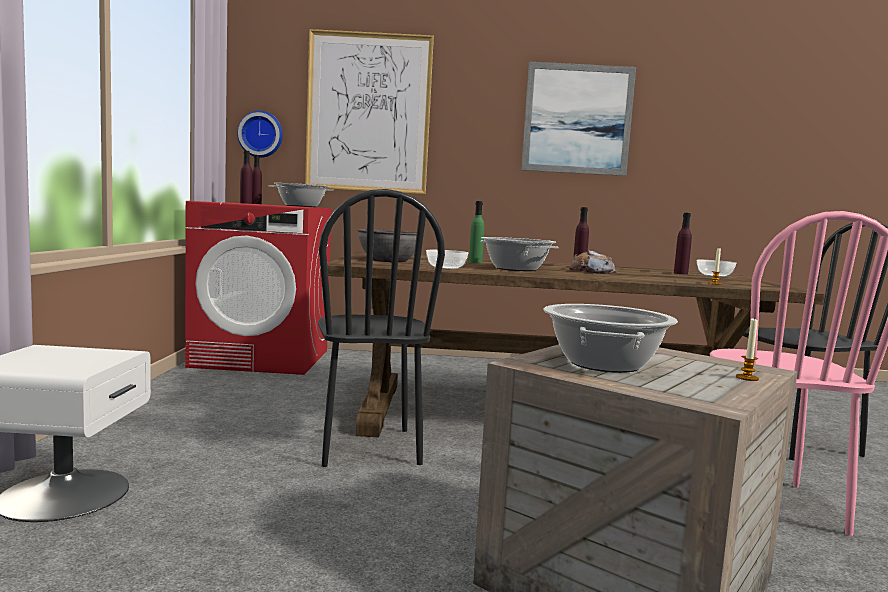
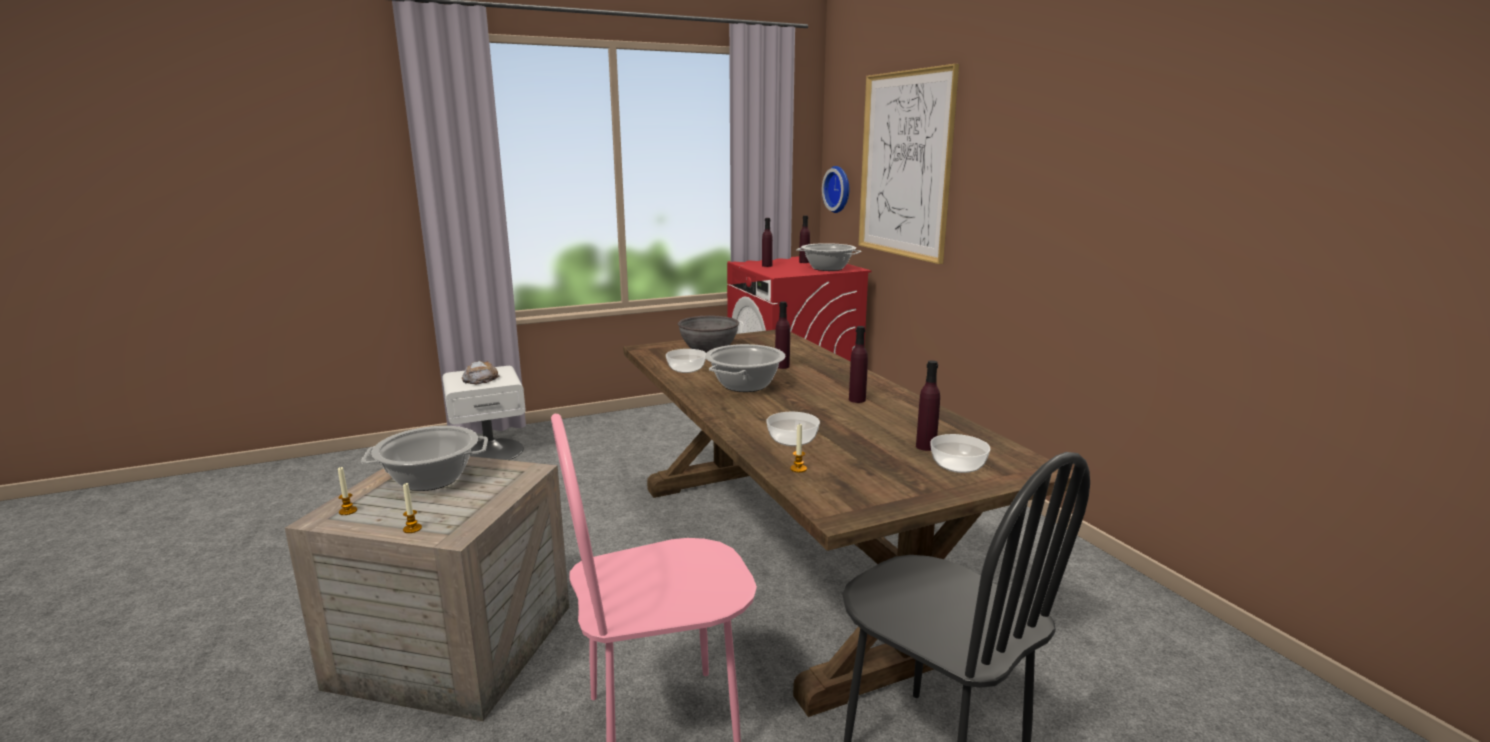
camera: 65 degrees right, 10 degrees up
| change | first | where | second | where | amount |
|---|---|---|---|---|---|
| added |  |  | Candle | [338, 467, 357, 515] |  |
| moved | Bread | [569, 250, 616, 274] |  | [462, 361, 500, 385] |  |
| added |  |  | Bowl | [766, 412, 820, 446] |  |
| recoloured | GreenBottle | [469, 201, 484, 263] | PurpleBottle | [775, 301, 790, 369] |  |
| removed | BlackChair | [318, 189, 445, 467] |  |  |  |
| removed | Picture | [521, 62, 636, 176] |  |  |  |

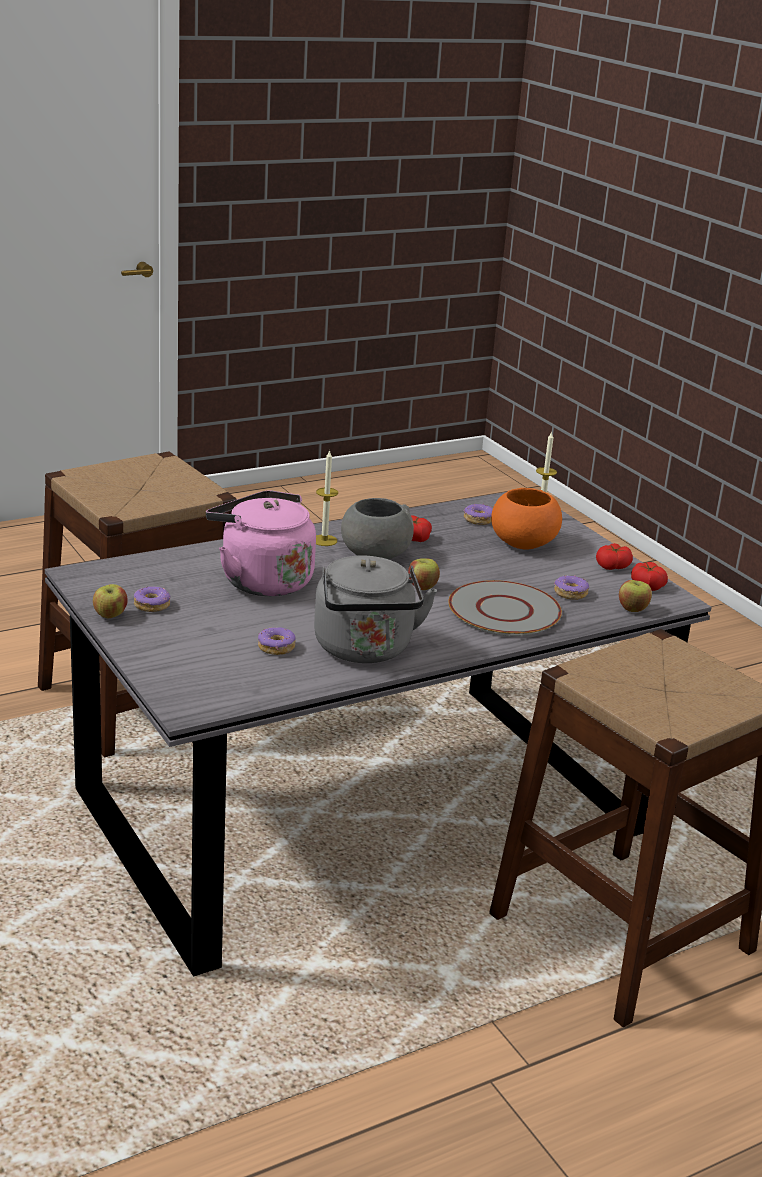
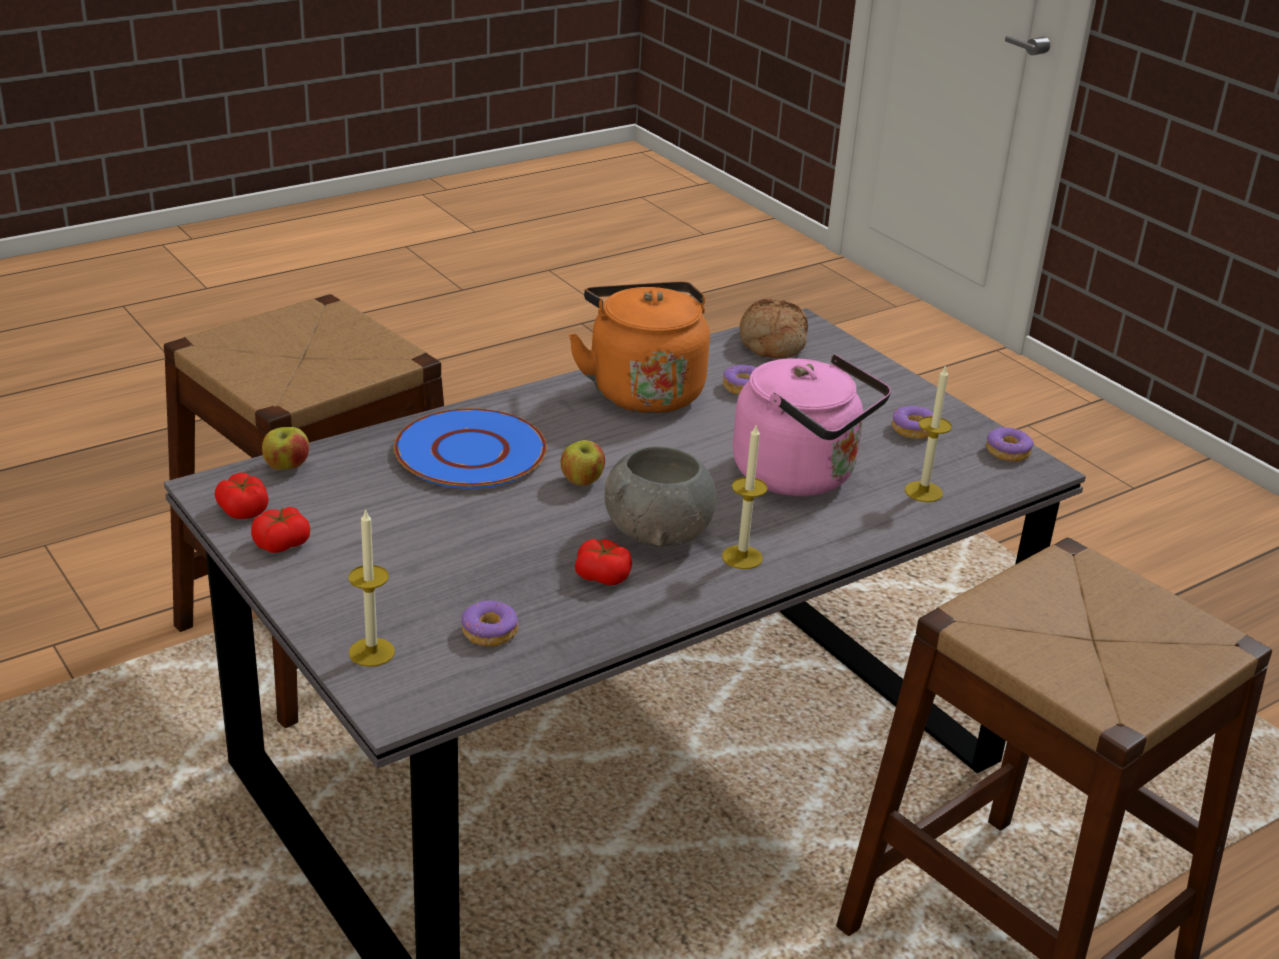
camera: 175 degrees right, 5 degrees up
| change | first | where | second | where | amount |
|---|---|---|---|---|---|
| recoloured | GreyPlate | [448, 580, 562, 636] | BluePlate | [394, 408, 547, 489] |  |
| recoloured | GreyKettle | [314, 555, 437, 663] | OrangeKettle | [568, 281, 710, 413] |  |
| added |  |  | Bread | [740, 298, 808, 358] |  |
| added |  |  | Candle | [905, 365, 952, 502] |  |
| moved | Donut | [554, 575, 589, 600] |  | [986, 427, 1034, 462] |  |
| removed | Apple | [93, 584, 128, 618] |  |  |  |
| removed | OrangeBowl | [491, 488, 562, 549] |  |  |  |

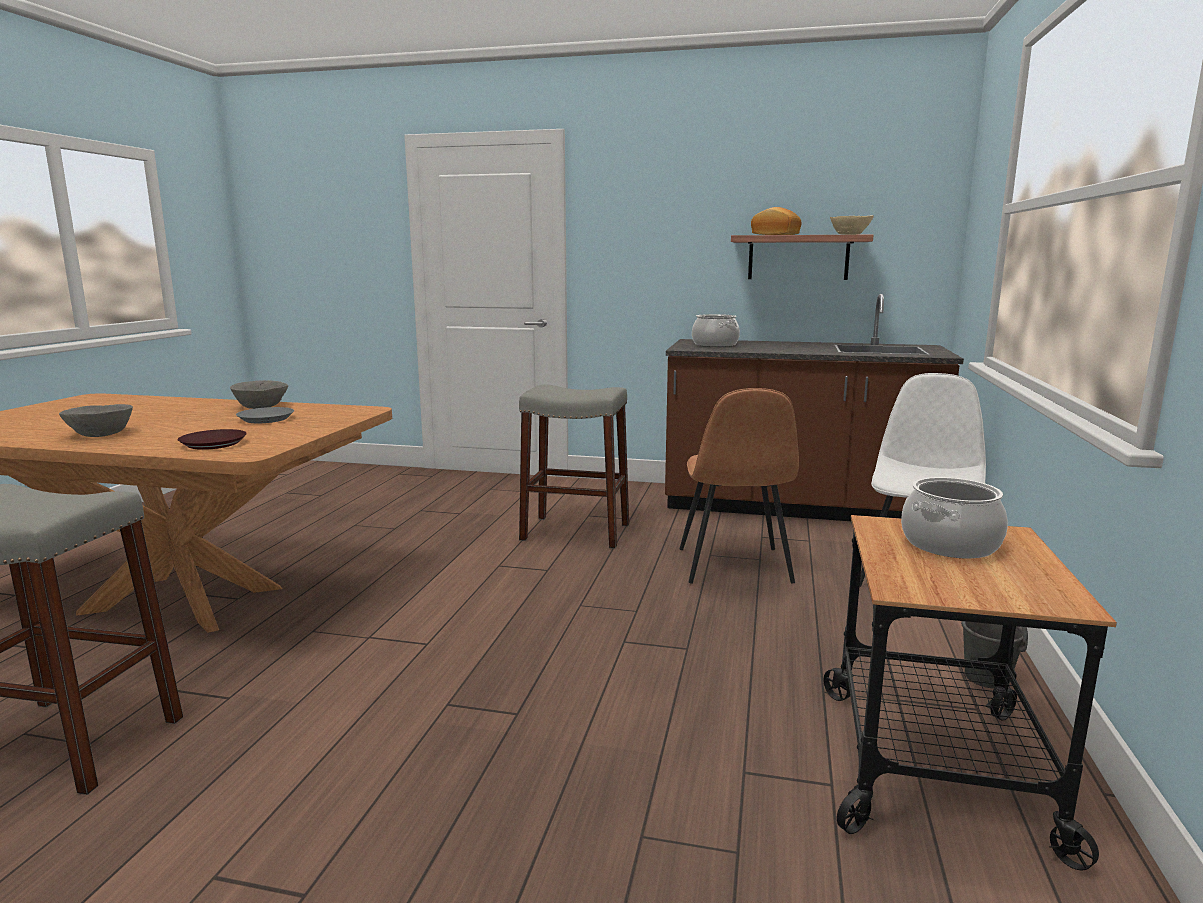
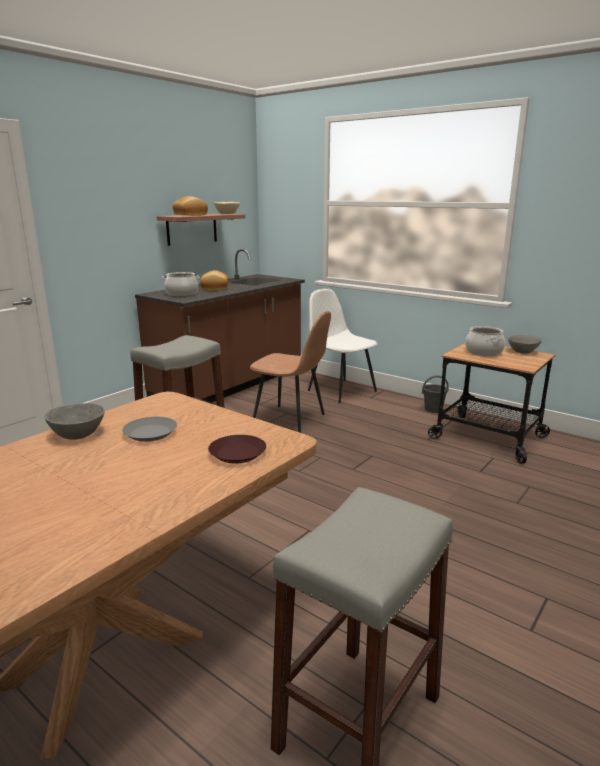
camera: 65 degrees left, 5 degrees up
| change | first | where | second | where | amount |
|---|---|---|---|---|---|
| added |  |  | Bread | [200, 270, 228, 291] |  |
| moved | GreyBowl | [59, 404, 133, 437] |  | [508, 335, 542, 354] |  |

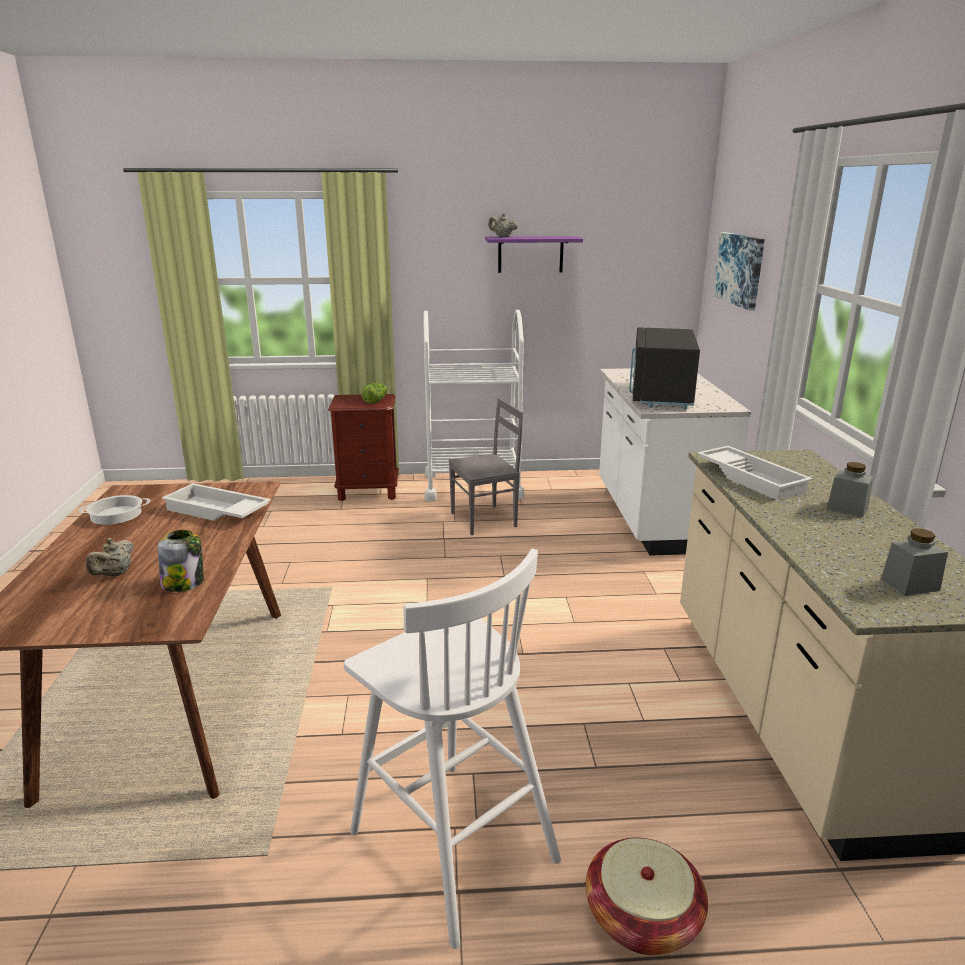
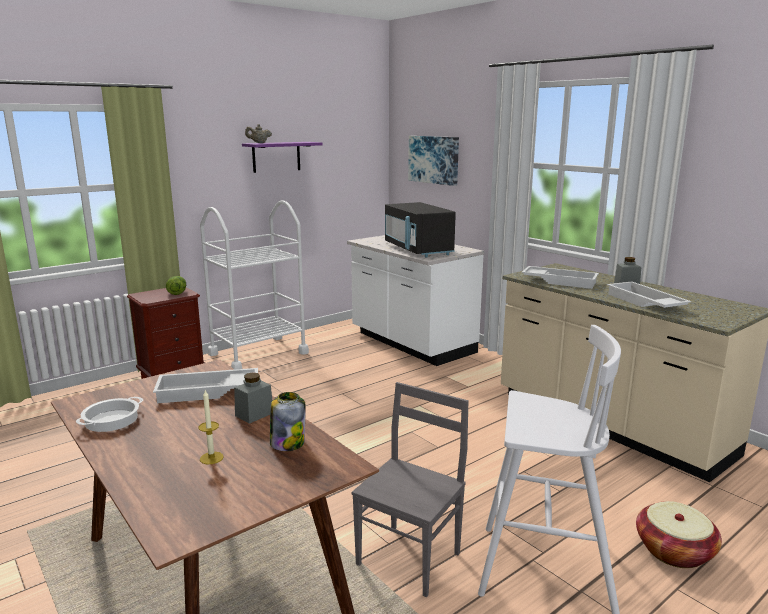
camera: 35 degrees left, 5 degrees down
| change | first | where | second | where | amount |
|---|---|---|---|---|---|
| replaced | BeigeTeapot | [86, 538, 134, 577] | Candle | [198, 390, 224, 464] |  |
| moved | GreyJar | [881, 528, 948, 596] |  | [234, 372, 273, 424] |  |
| moved | GreyChair | [448, 398, 523, 535] |  | [352, 382, 469, 597] |  |
| added |  |  | WhiteTray | [607, 281, 691, 308] |  |

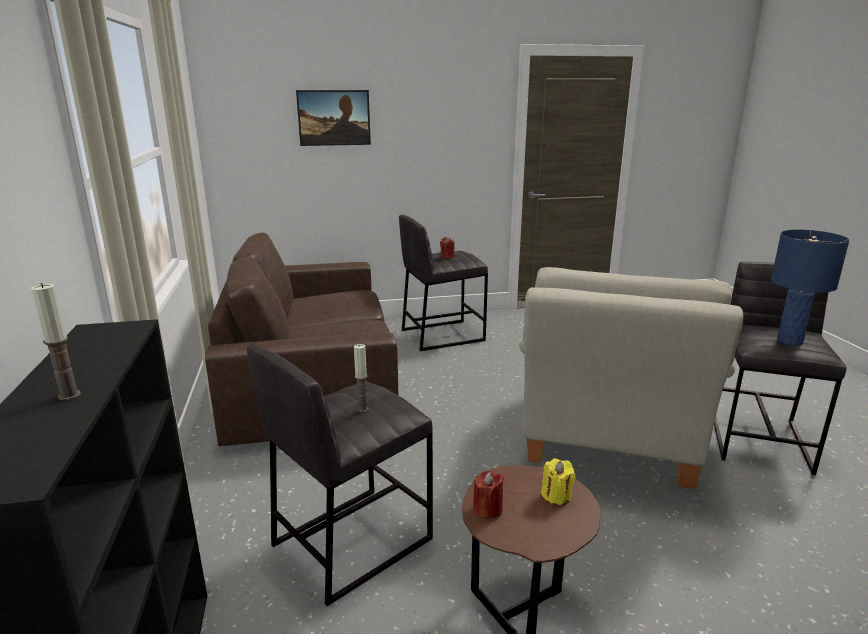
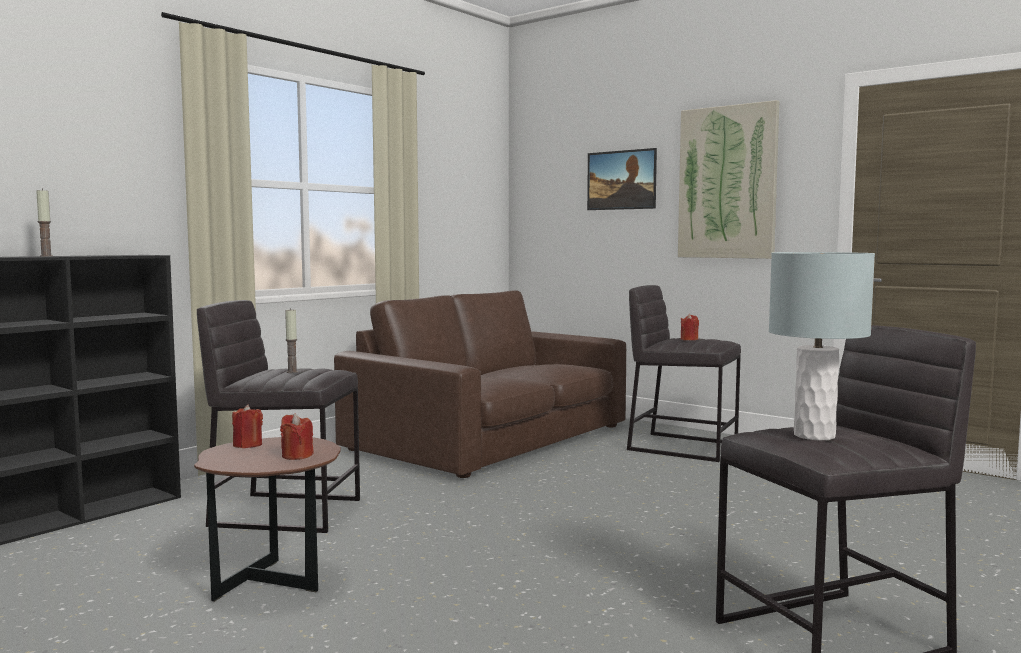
camera: 50 degrees right, 15 degrees down
| change | first | where | second | where | amount |
|---|---|---|---|---|---|
| recoloured | YellowCandle | [541, 458, 575, 505] | RedCandle | [280, 413, 314, 460] |  |
| added |  |  | Picture | [678, 100, 779, 259] |  |
| recoloured | BlueTableLamp | [771, 229, 850, 345] | GreyTableLamp | [769, 252, 875, 440] |  |
| removed | BeigeArmchair | [519, 267, 743, 489] |  |  |  |

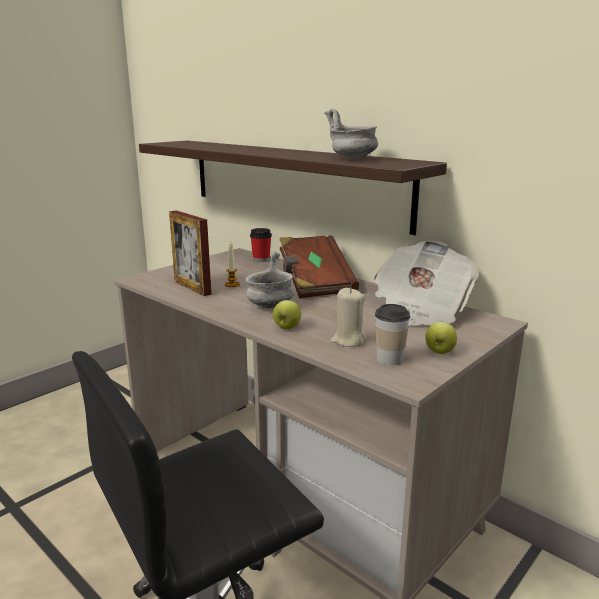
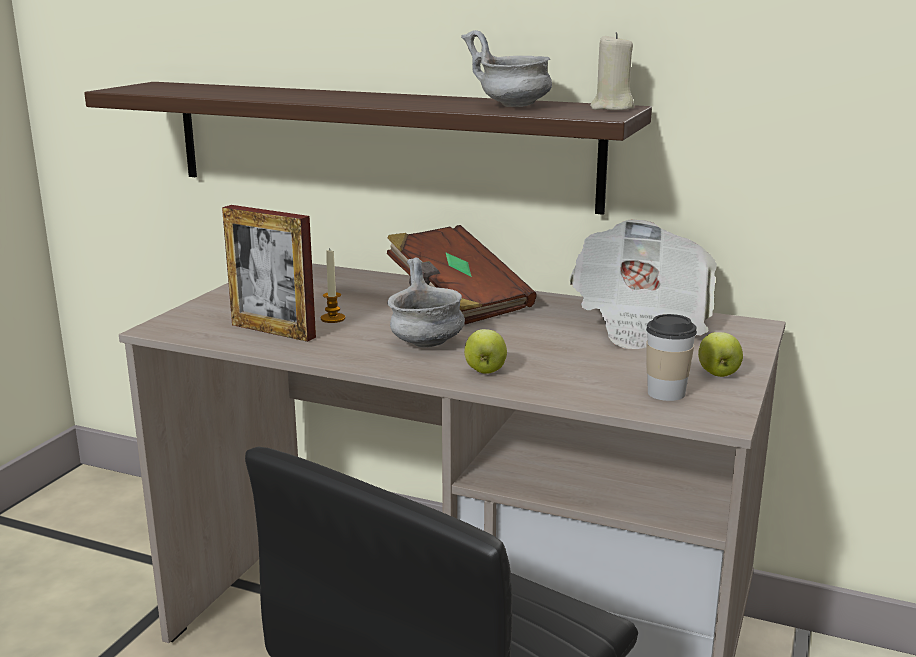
camera: 20 degrees left, 0 degrees up
| change | first | where | second | where | amount |
|---|---|---|---|---|---|
| moved | BeigeCandle | [331, 288, 366, 347] |  | [590, 32, 634, 110] |  |
| removed | Cup | [250, 228, 272, 262] |  |  |  |

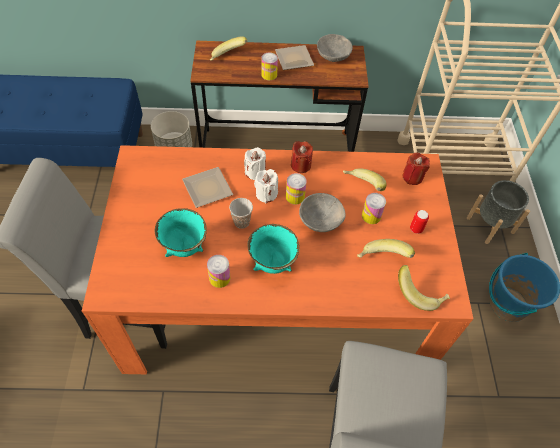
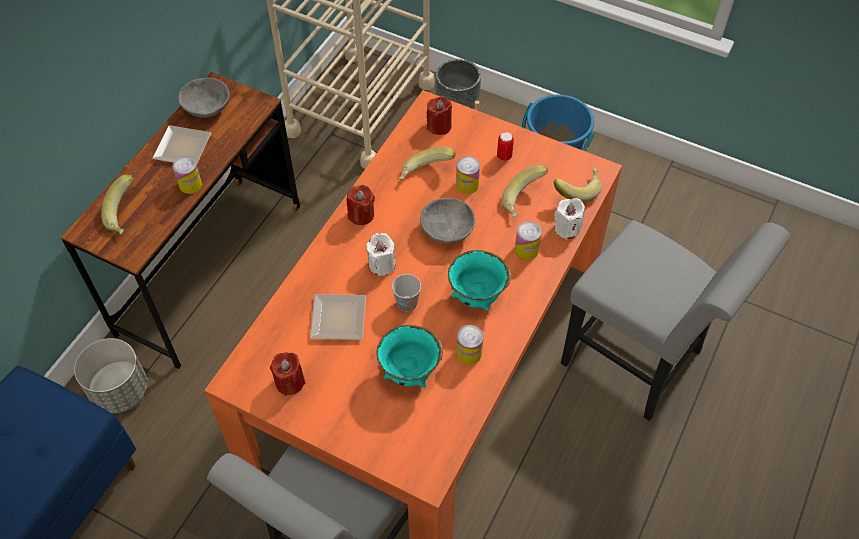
camera: 60 degrees left, 0 degrees up
| change | first | where | second | where | amount |
|---|---|---|---|---|---|
| added |  |  | RedCandle | [270, 352, 306, 396] |  |
| moved | Can | [286, 173, 307, 205] |  | [515, 221, 542, 260] |  |
| moved | WhiteCandle | [244, 147, 266, 180] |  | [554, 198, 585, 240] |  |

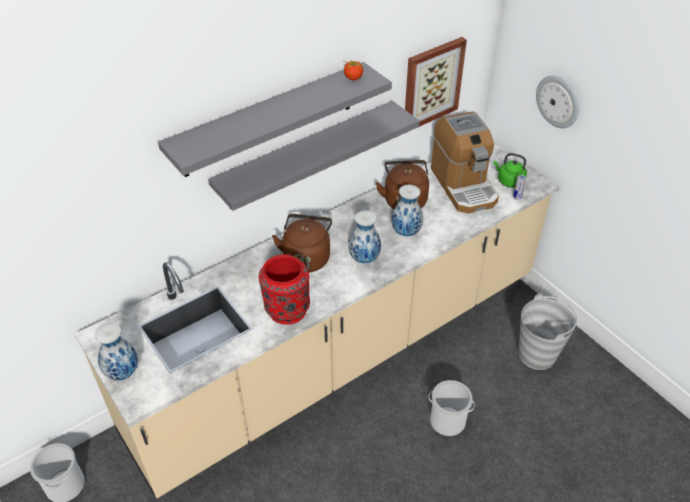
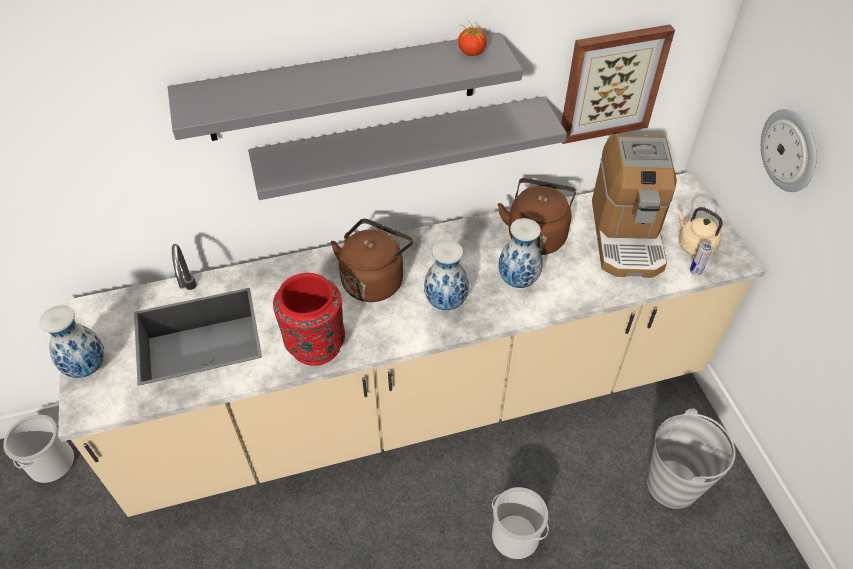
camera: 20 degrees right, 5 degrees up
| change | first | where | second | where | amount |
|---|---|---|---|---|---|
| recoloured | GreenKettle | [493, 153, 527, 188] | BeigeKettle | [677, 207, 723, 256] |  |

